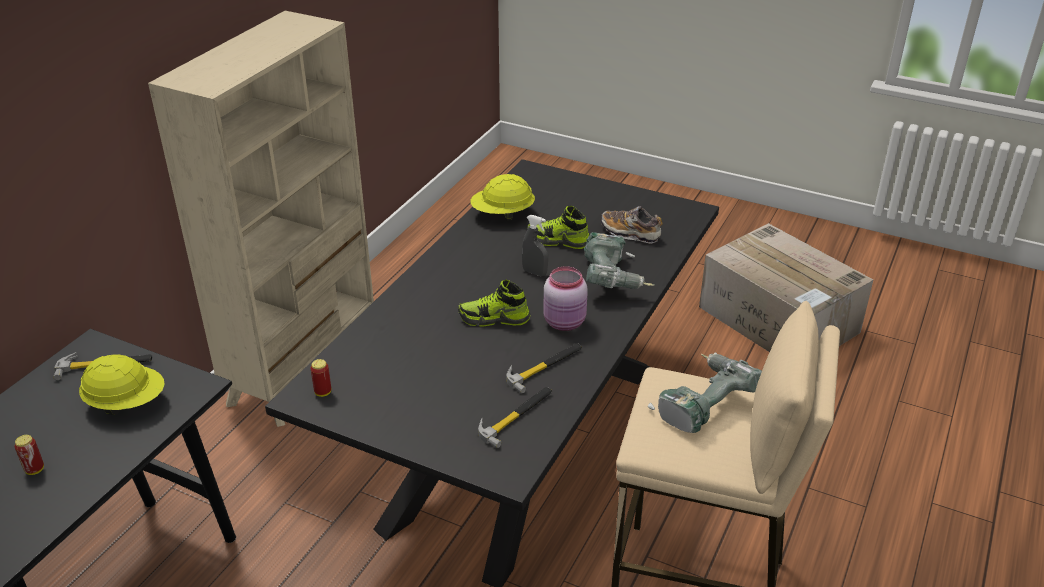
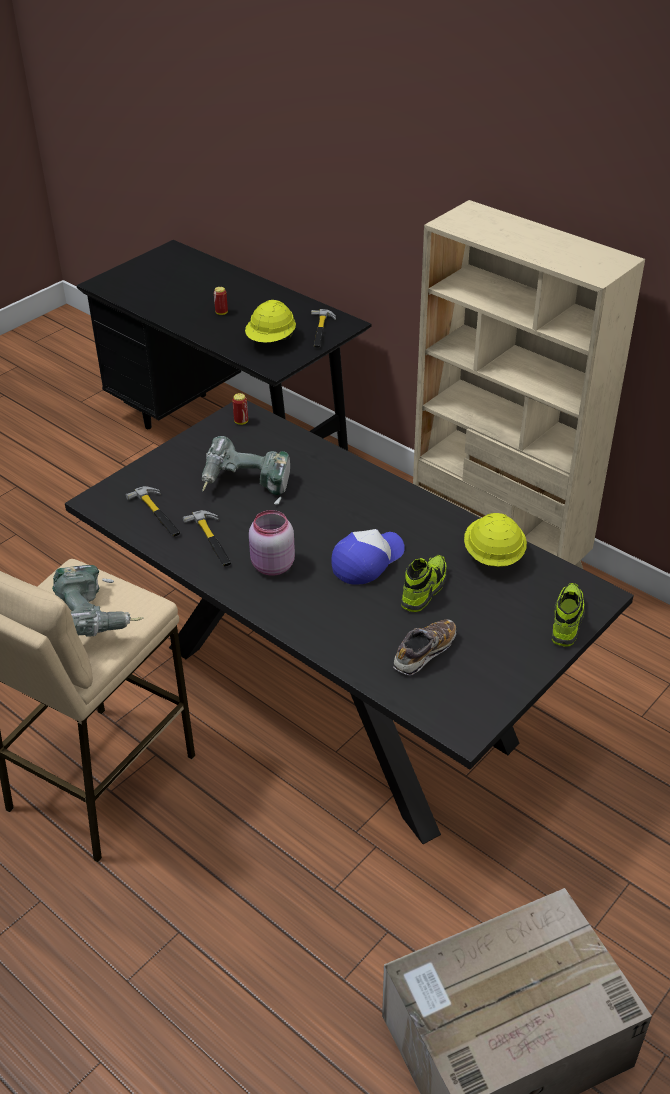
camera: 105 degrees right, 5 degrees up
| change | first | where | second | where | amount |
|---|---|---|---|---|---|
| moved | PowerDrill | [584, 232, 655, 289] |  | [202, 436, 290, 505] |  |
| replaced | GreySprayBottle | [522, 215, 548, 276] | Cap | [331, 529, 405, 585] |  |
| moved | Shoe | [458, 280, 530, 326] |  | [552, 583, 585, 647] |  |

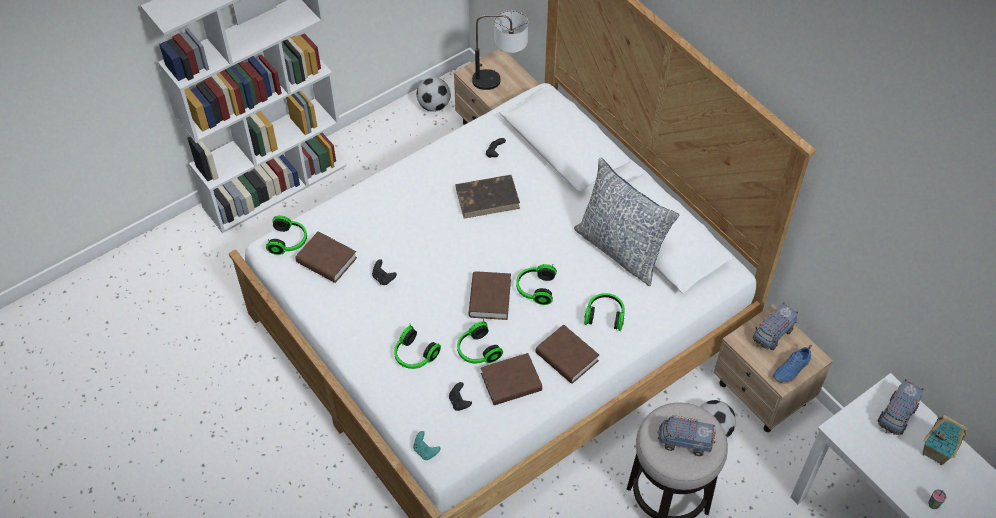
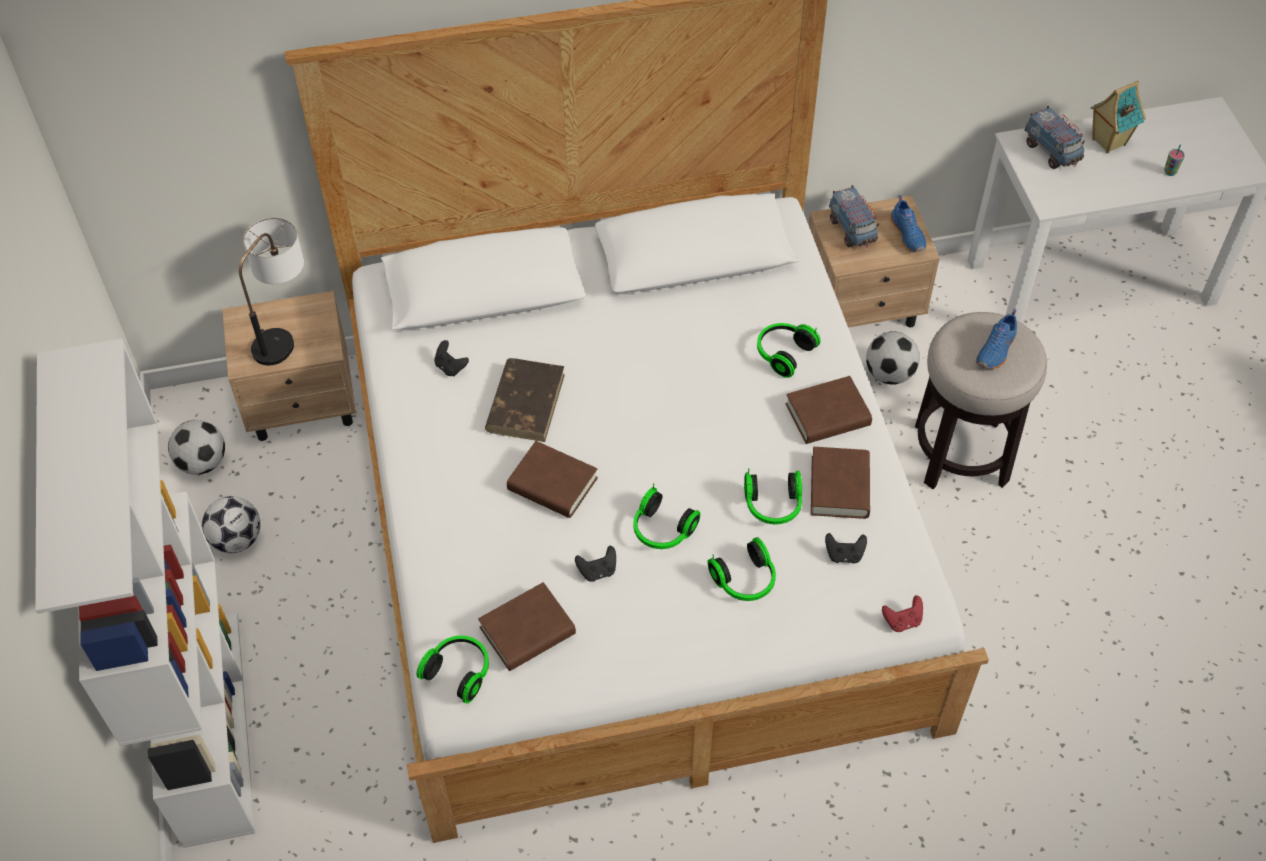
camera: 65 degrees left, 0 degrees up
| change | first | where | second | where | amount |
|---|---|---|---|---|---|
| added |  |  | Football | [202, 496, 260, 553] |  |
| moved | BrownBook | [469, 271, 511, 320] |  | [507, 441, 598, 518] |  |
| moved | Headphones | [516, 264, 557, 305] |  | [634, 483, 701, 549] |  |
| recoloured | TurquoiseGameController | [413, 431, 441, 460] | RedGameController | [882, 595, 923, 632] |  |
| replaced | ToyTruck | [657, 415, 715, 456] | BlueShoe | [976, 309, 1017, 369] |  |
| removed | Pillow | [574, 158, 679, 286] |  |  |  |

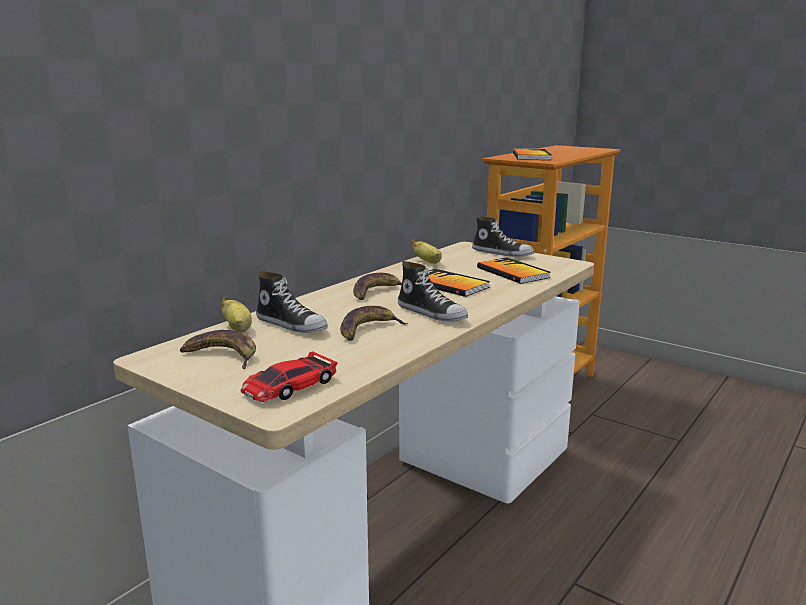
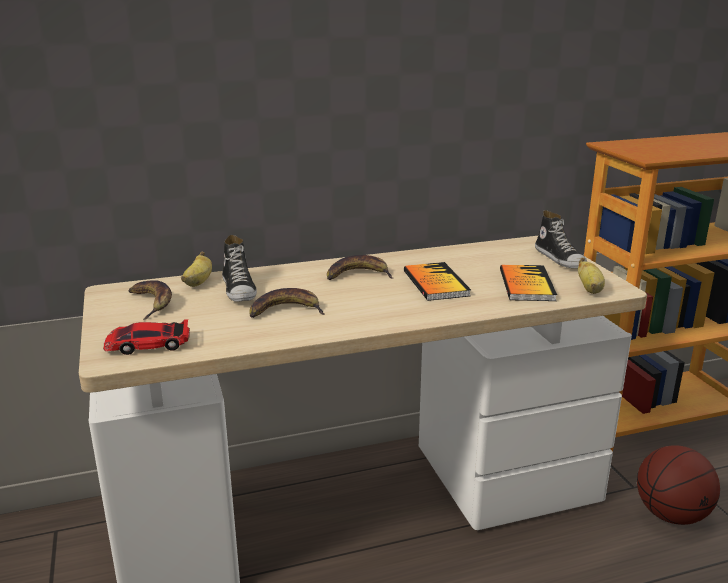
camera: 35 degrees right, 5 degrees up
| change | first | where | second | where | amount |
|---|---|---|---|---|---|
| moved | Banana | [411, 240, 442, 264] |  | [578, 258, 605, 294] |  |
| added |  |  | Basketball | [637, 445, 720, 525] |  |
| removed | Shoe | [398, 261, 468, 321] |  |  |  |
| removed | Book | [513, 149, 551, 160] |  |  |  |

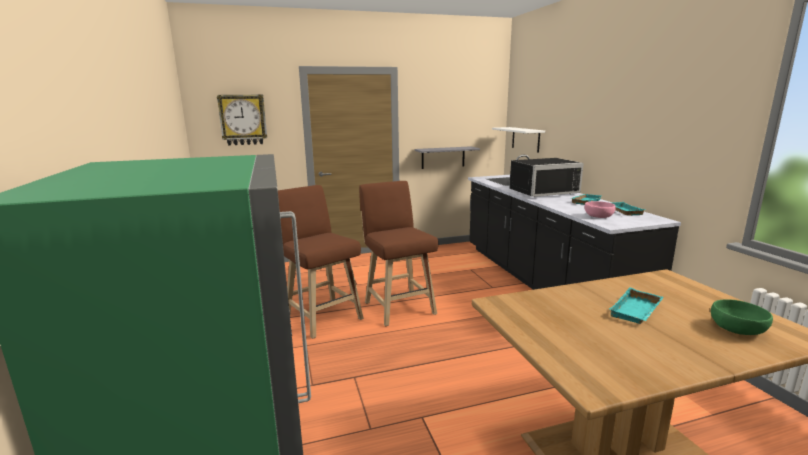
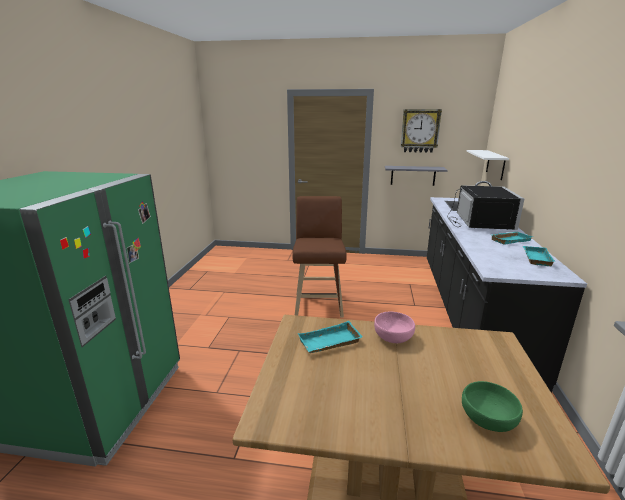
camera: 25 degrees right, 5 degrees up
| change | first | where | second | where | amount |
|---|---|---|---|---|---|
| moved | TurquoiseTray | [610, 287, 663, 324] |  | [298, 321, 363, 353] |  |
| moved | PinkBowl | [584, 201, 616, 218] |  | [374, 311, 415, 343] |  |
| moved | WallClock | [217, 94, 267, 146] |  | [401, 109, 442, 153] |  |
| turned | BlackMicrowave | [509, 158, 584, 197] |  | [447, 185, 524, 230] | 90 degrees counterclockwise |
| removed | BrownStool | [278, 185, 364, 339] |  |  |  |

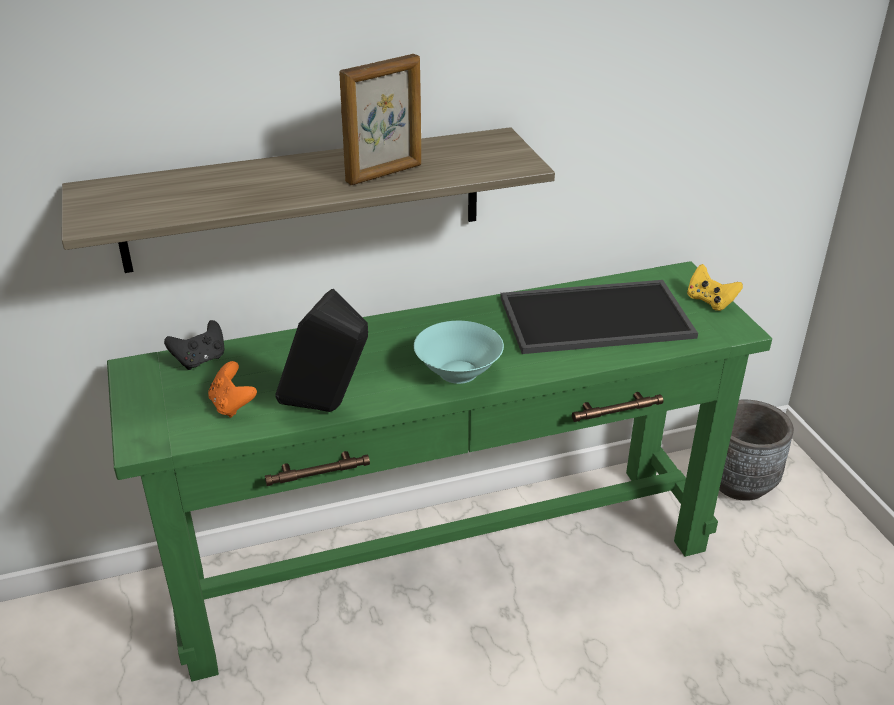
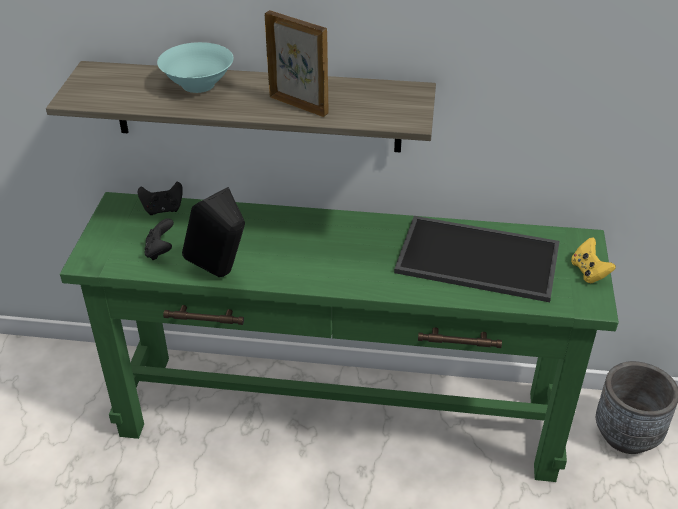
camera: 25 degrees right, 5 degrees up
| change | first | where | second | where | amount |
|---|---|---|---|---|---|
| recoloured | OrangeGameController | [208, 361, 257, 418] | BlackGameController | [144, 218, 174, 260] |  |
| moved | TurquoiseBowl | [414, 321, 504, 384] |  | [157, 42, 234, 93] |  |
| turned | PictureFrame | [339, 54, 421, 185] |  | [265, 10, 328, 117] | 135 degrees counterclockwise |

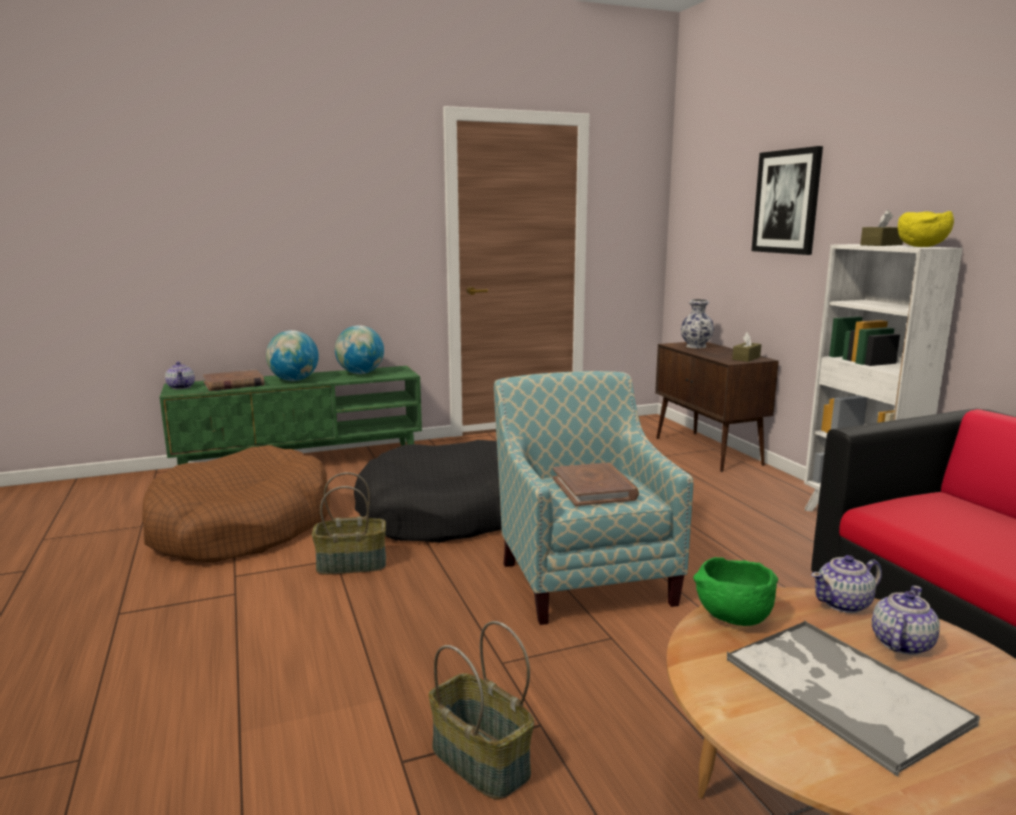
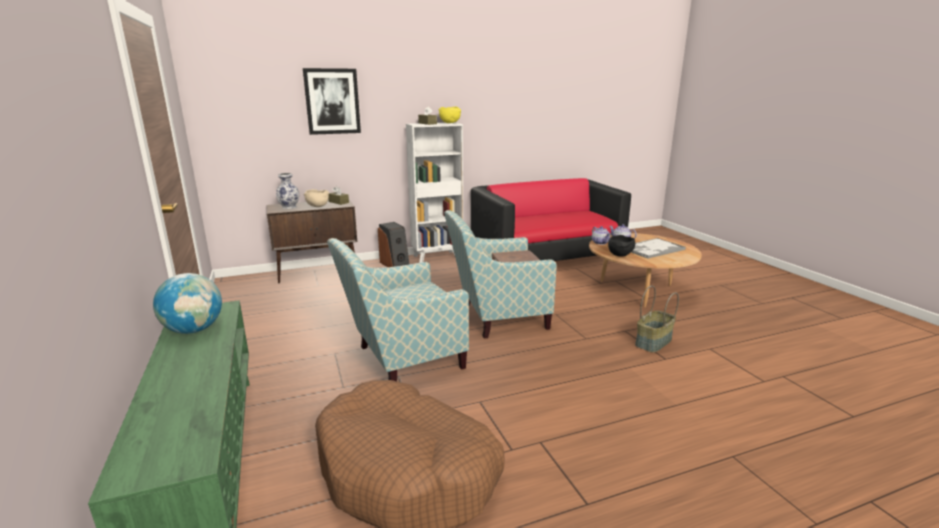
camera: 90 degrees left, 5 degrees up
| change | first | where | second | where | amount |
|---|---|---|---|---|---|
| added |  |  | BeigeBowl | [304, 189, 329, 207] |  |
| replaced | BlackDogBed | [354, 440, 502, 543] | Armchair | [327, 238, 469, 381] |  |
| added |  |  | Speaker | [378, 222, 409, 267] |  |
| recoloured | GreenBowl | [693, 557, 778, 626] | BlackBowl | [608, 235, 635, 257] |  |
| removed | Teapot | [165, 362, 195, 389] |  |  |  |
| removed | BrownBook | [203, 369, 264, 391] |  |  |  |
| removed | Globe | [266, 330, 319, 381] |  |  |  |
| removed | Basket | [312, 472, 386, 575] |  |  |  |

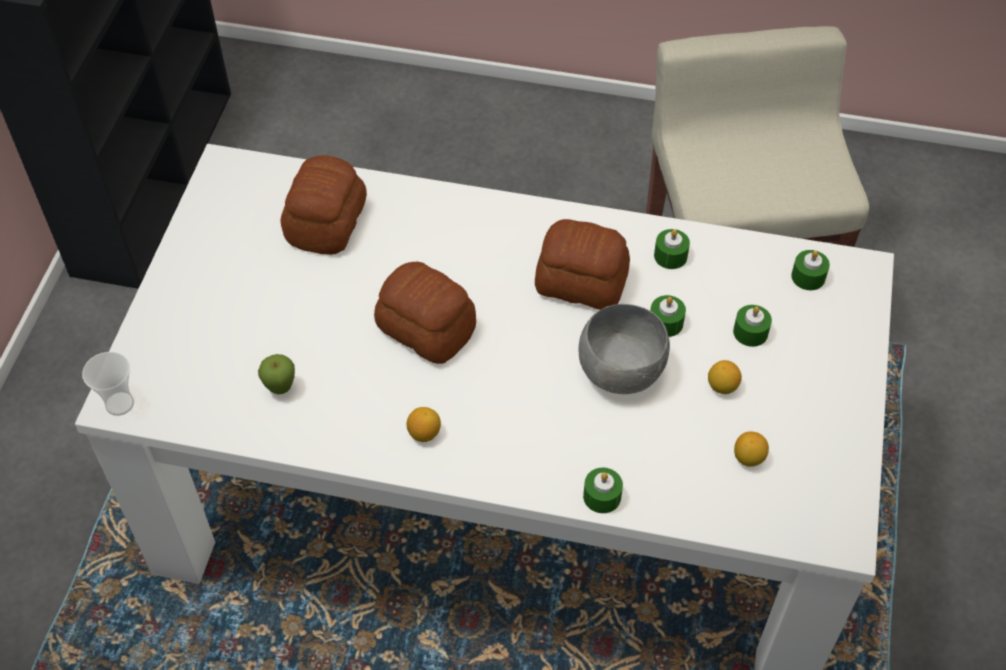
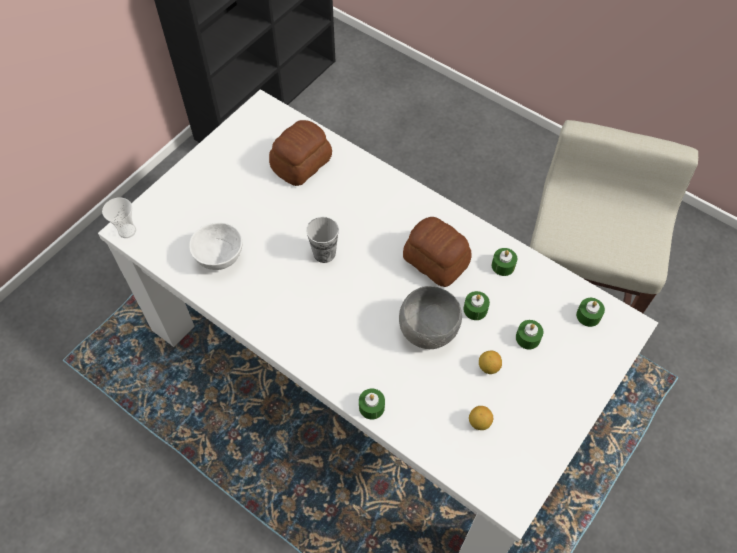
camera: 25 degrees right, 5 degrees up
| change | first | where | second | where | amount |
|---|---|---|---|---|---|
| replaced | Apple | [258, 354, 295, 394] | WhiteBowl | [189, 222, 243, 270] |  |
| replaced | Bread | [374, 262, 476, 364] | Cup | [306, 217, 339, 263] |  |
| removed | Lemon | [407, 407, 441, 442] |  |  |  |

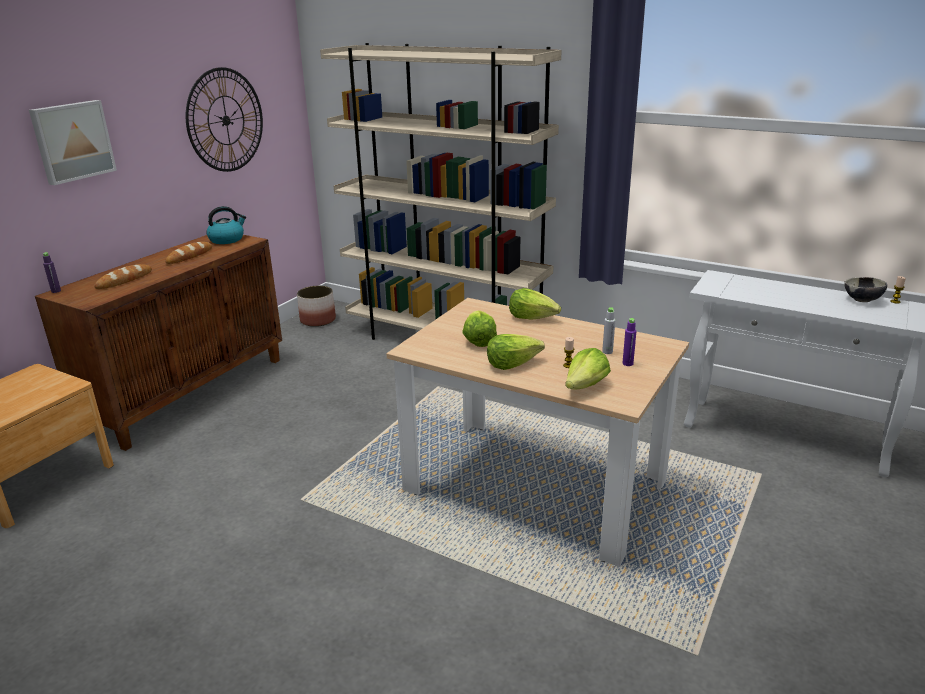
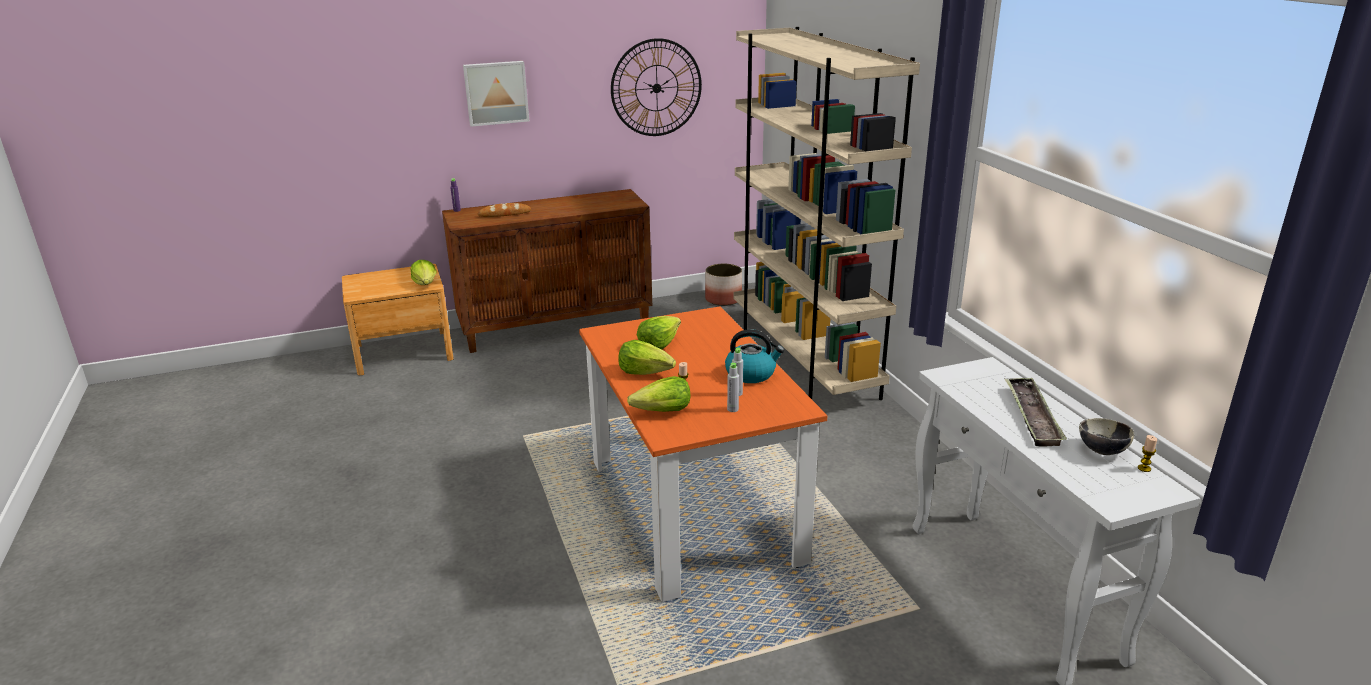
camera: 40 degrees right, 0 degrees up
| change | first | where | second | where | amount |
|---|---|---|---|---|---|
| moved | Lettuce | [509, 288, 561, 320] |  | [411, 260, 436, 285] |  |
| recoloured | BeigeDiningTable | [386, 298, 689, 567] | OrangeDiningTable | [579, 306, 828, 602] |  |
| moved | Kettle | [206, 206, 246, 244] |  | [725, 329, 784, 383] |  |
| recoloured | PurpleBottle | [623, 318, 636, 366] | GreyBottle | [727, 362, 739, 412] |  |
| added |  |  | Tray | [1005, 378, 1067, 447] |  |
| removed | Bread | [165, 242, 212, 264] |  |  |  |

